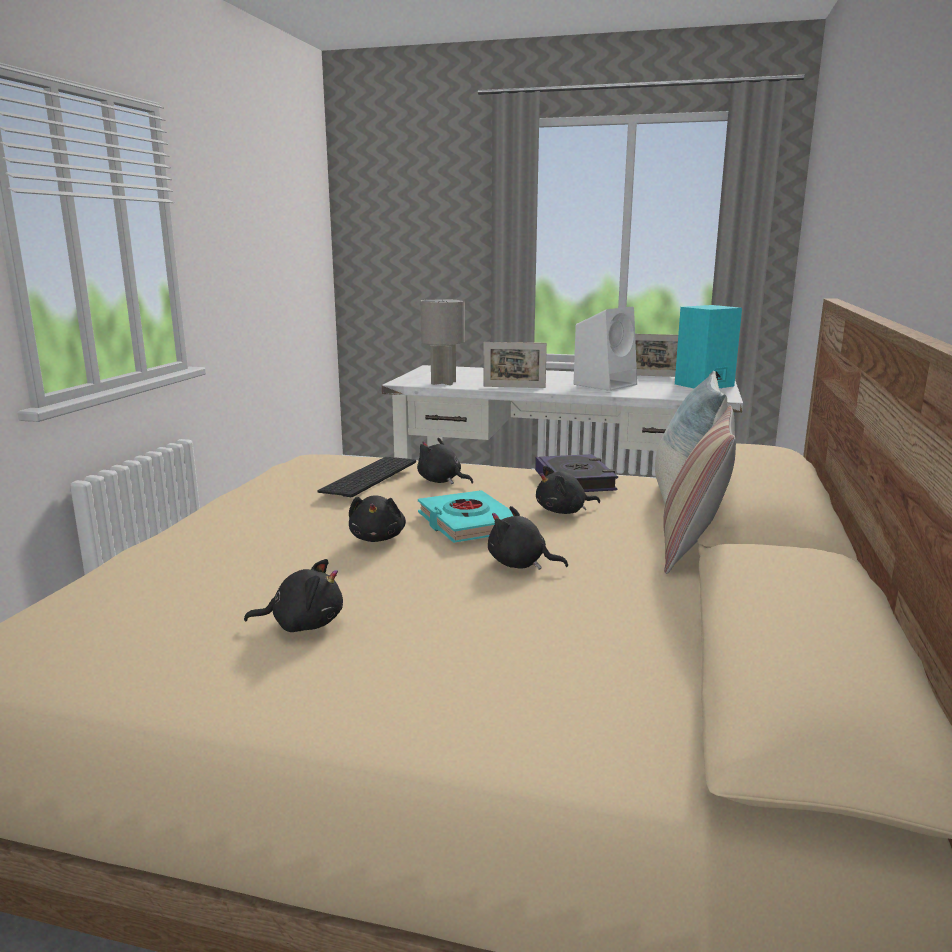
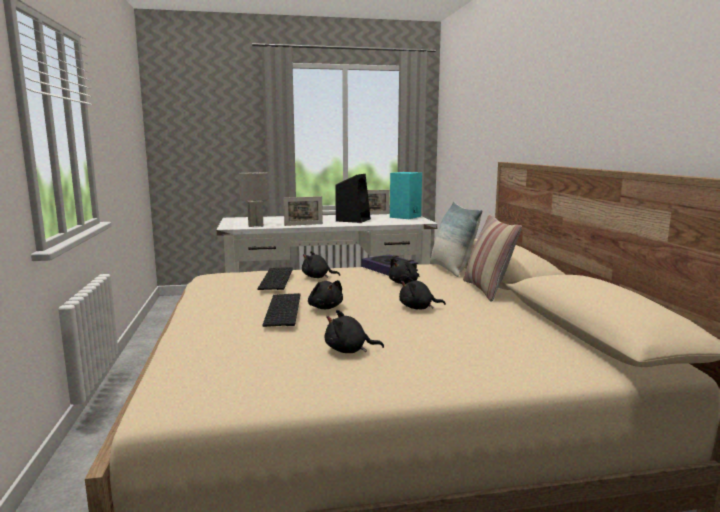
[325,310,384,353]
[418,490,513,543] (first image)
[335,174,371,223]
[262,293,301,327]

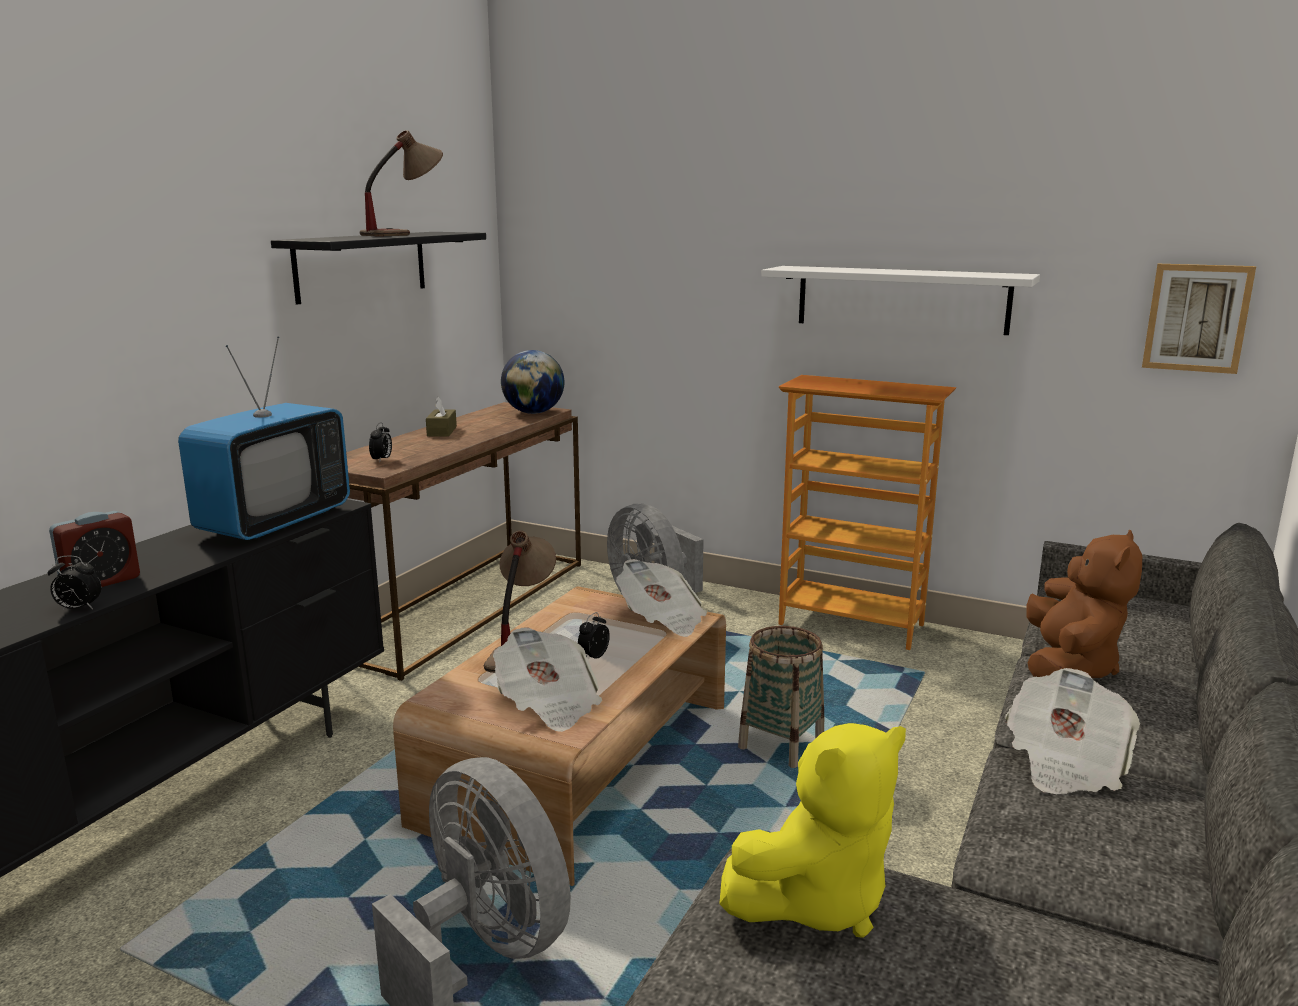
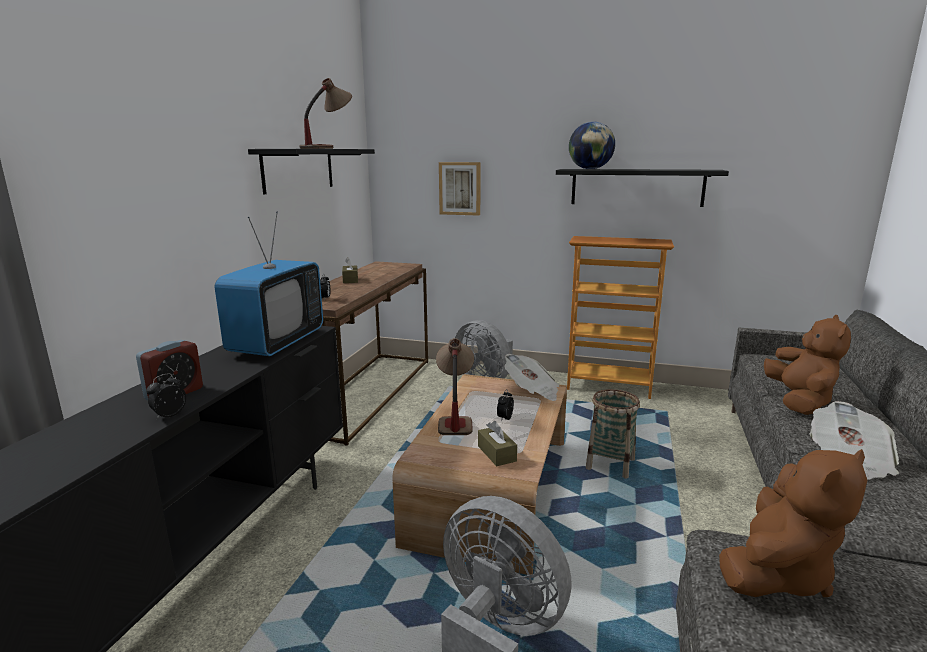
[146,373,186,419]
[478,421,517,466]
[569,122,615,169]
[719,449,867,597]
[556,169,729,207]
[439,162,481,216]

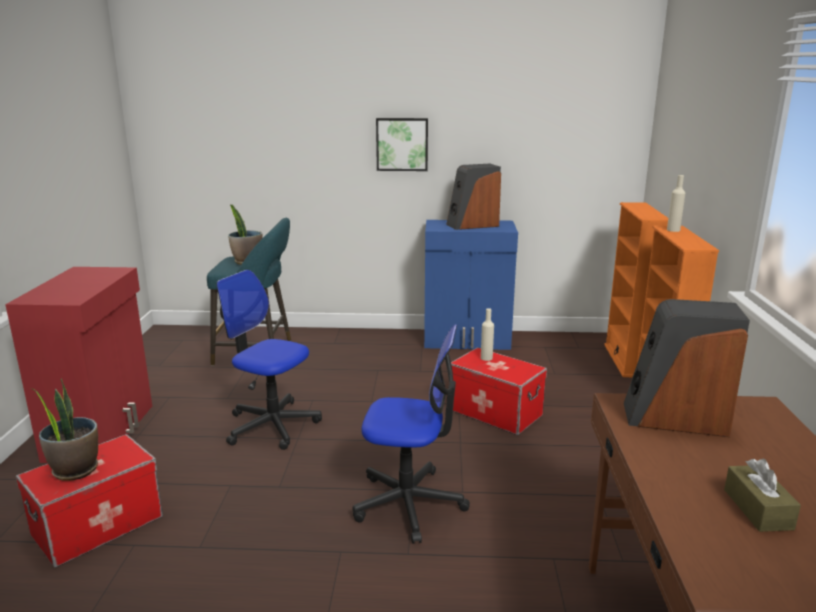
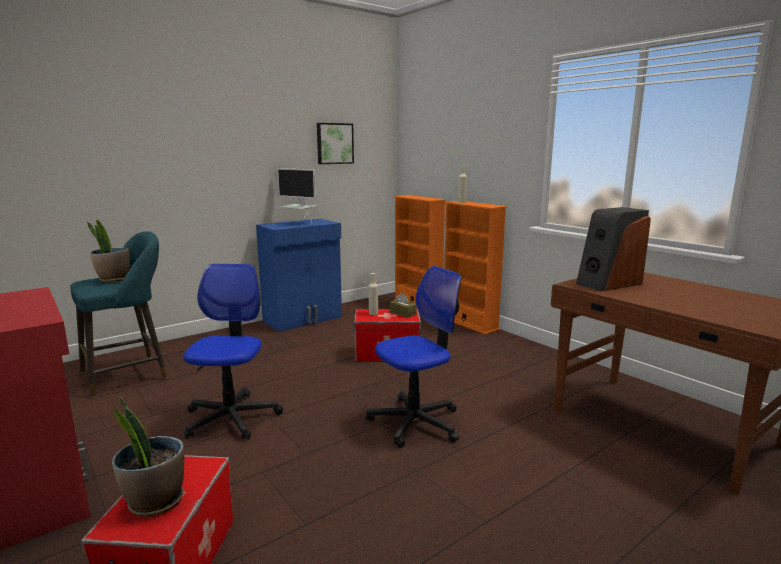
[183,264,283,439]
[317,123,354,164]
[277,168,317,223]
[390,293,417,318]

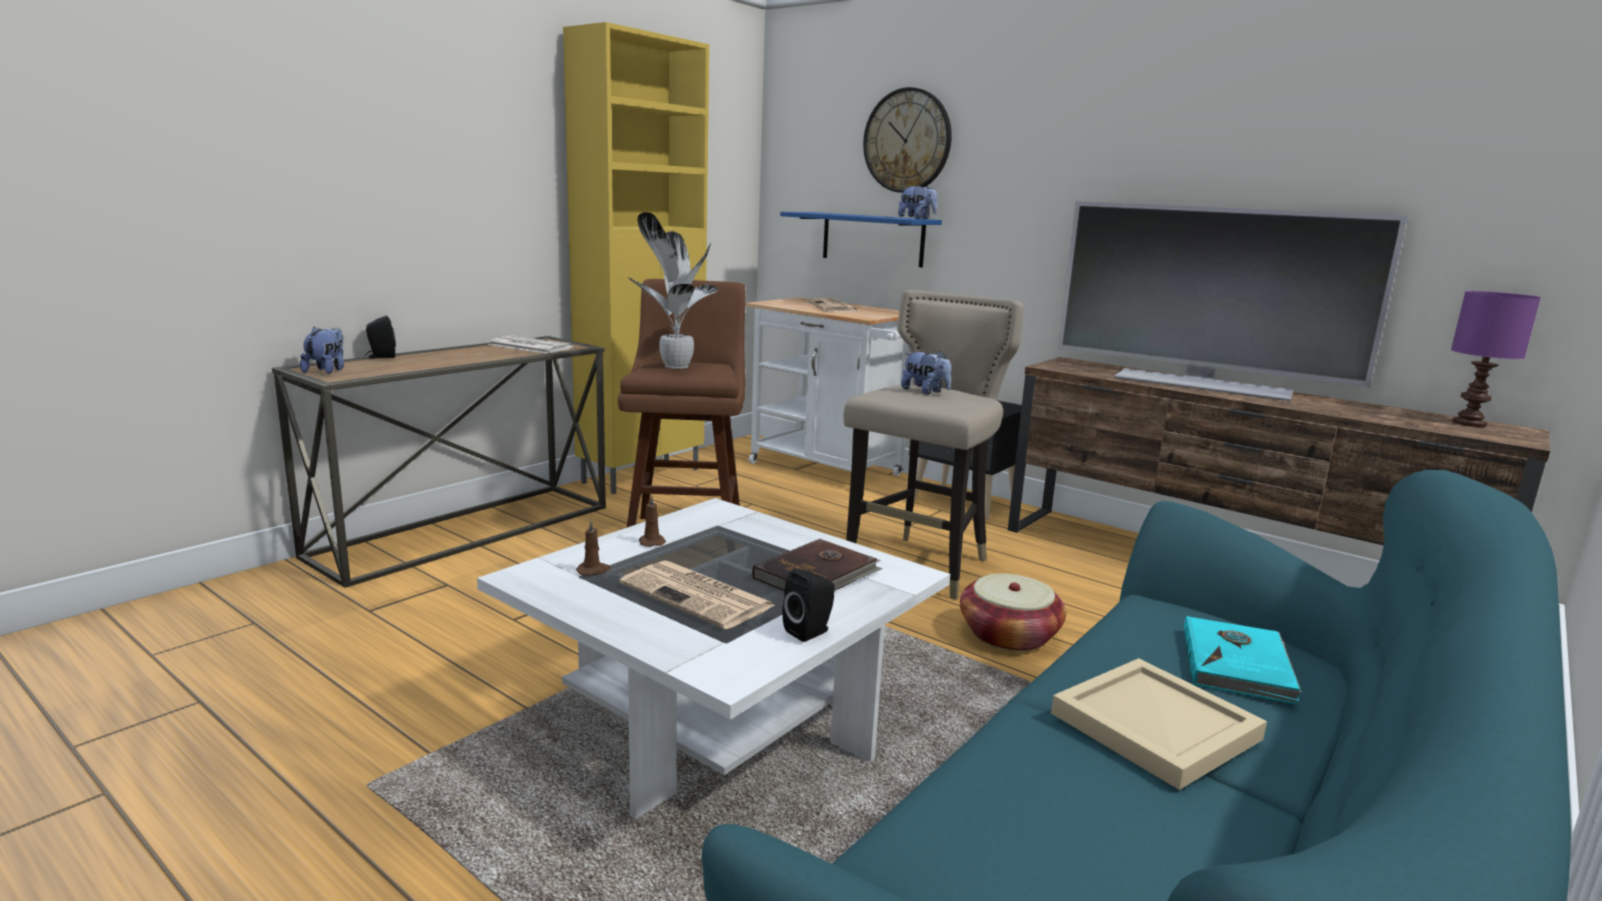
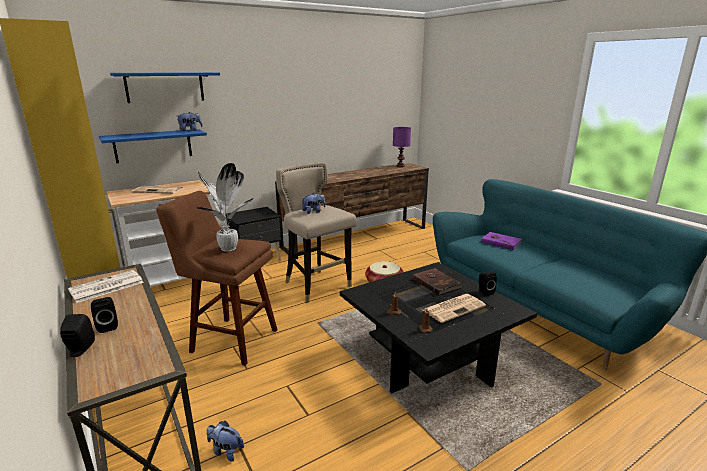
[206,421,244,462]
[340,262,537,393]
[110,72,220,103]
[1051,658,1267,790] (first image)
[1058,201,1408,401] (first image)
[481,232,522,250]
[91,297,118,333]

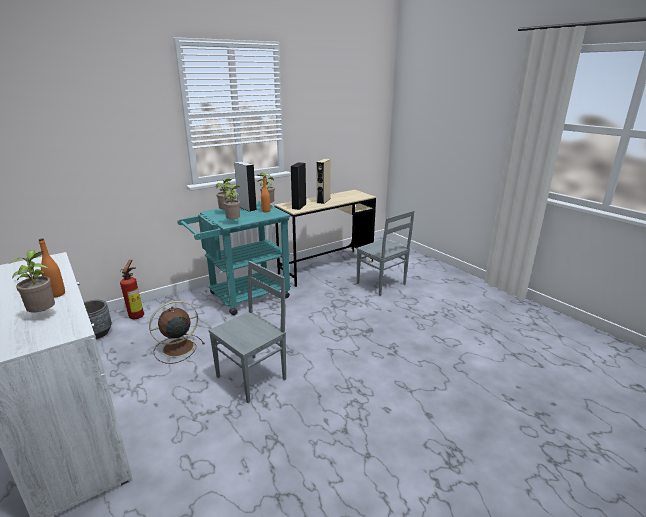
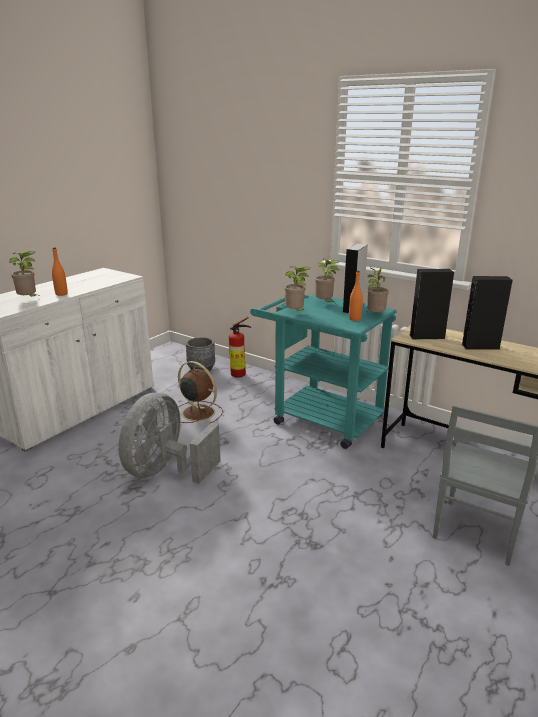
[119,393,221,484]
[462,276,513,350]

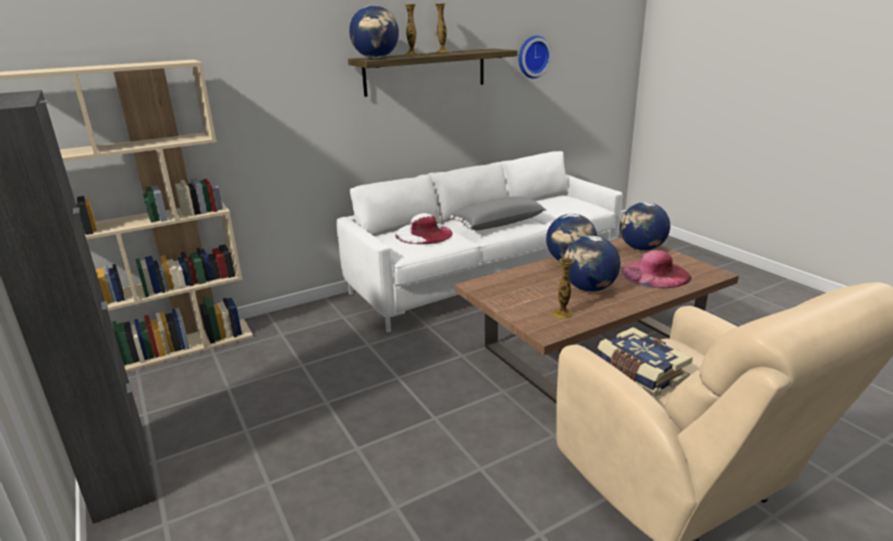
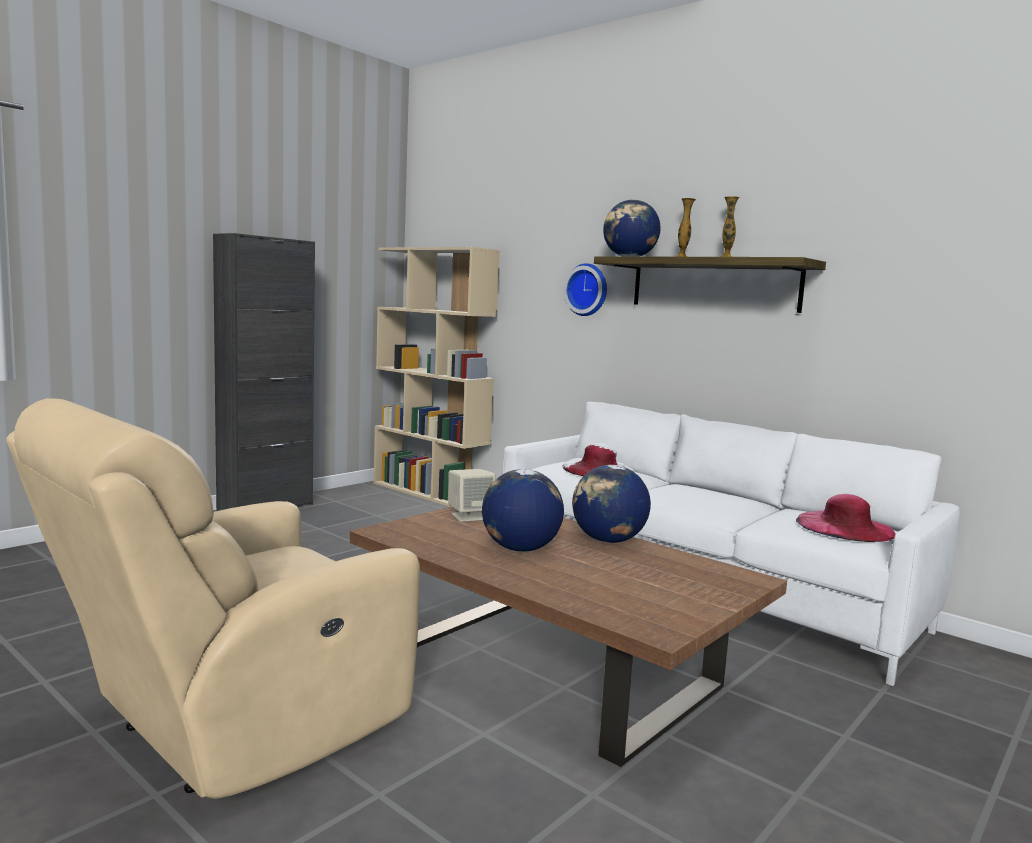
[450,196,547,231] (first image)
[564,263,607,316]
[552,258,574,319] (first image)
[597,327,693,397] (first image)
[620,202,670,250] (first image)
[796,494,895,542]
[448,469,496,522]

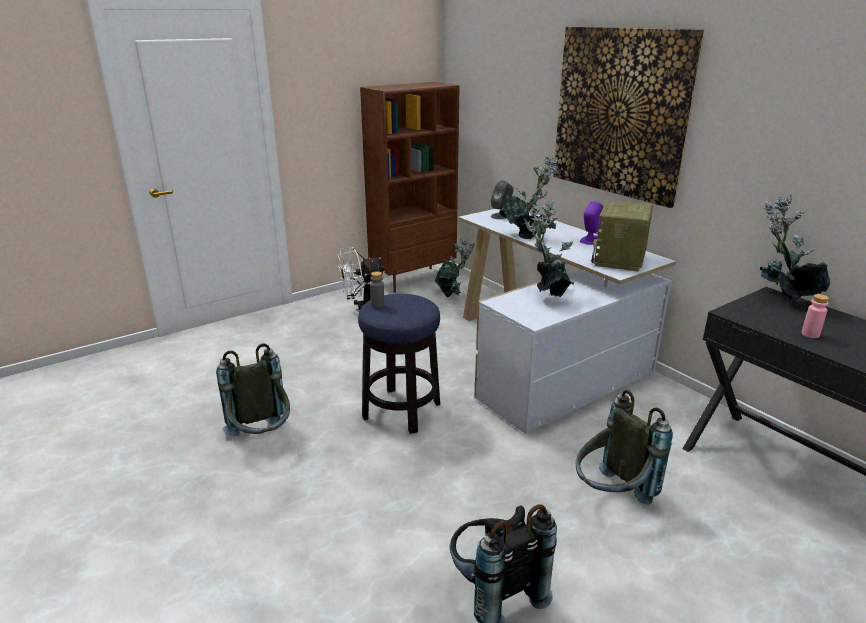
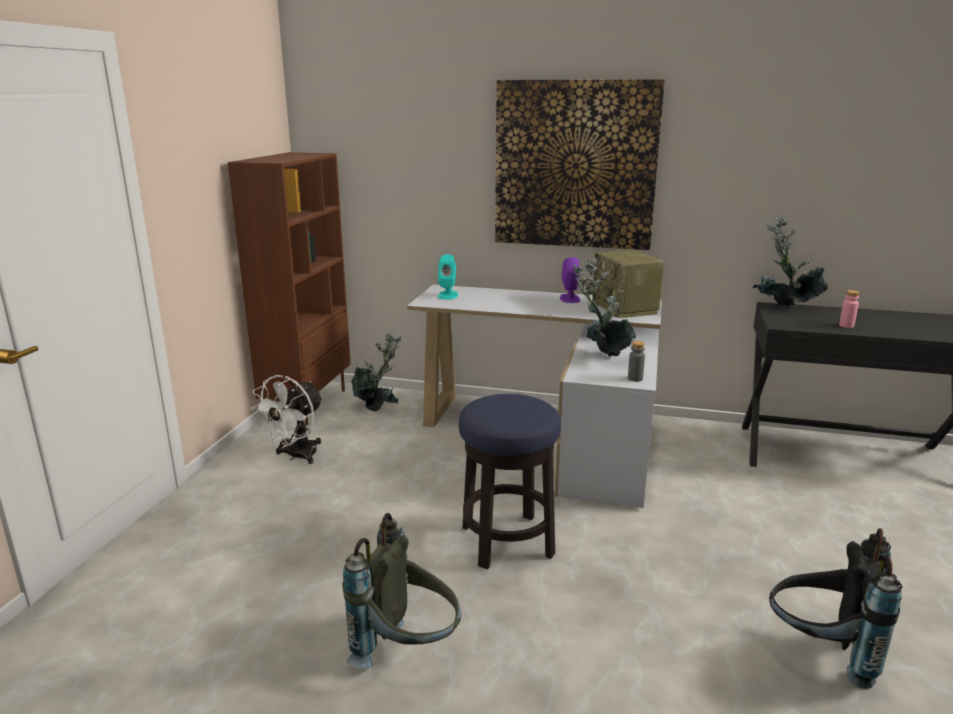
[628,341,645,382]
[438,254,458,300]
[500,157,559,239] (first image)
[576,390,673,505] (first image)

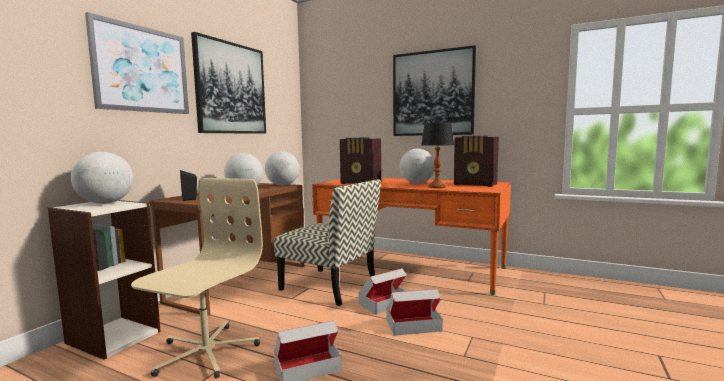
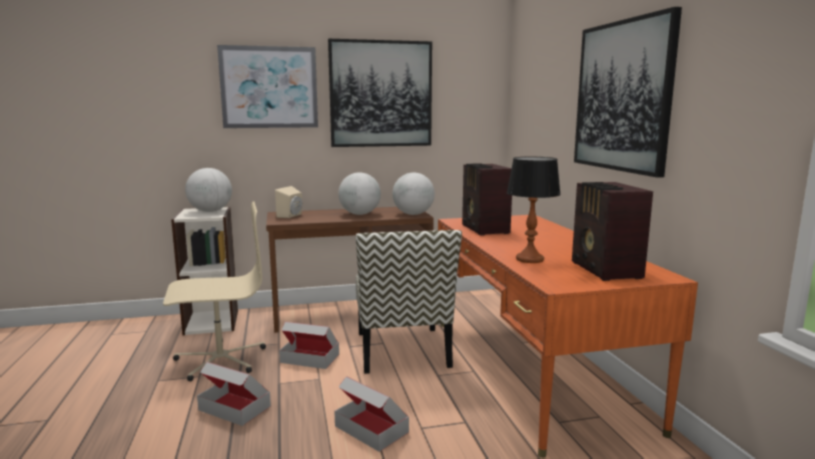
[275,186,302,218]
[279,321,339,369]
[400,149,435,184] (first image)

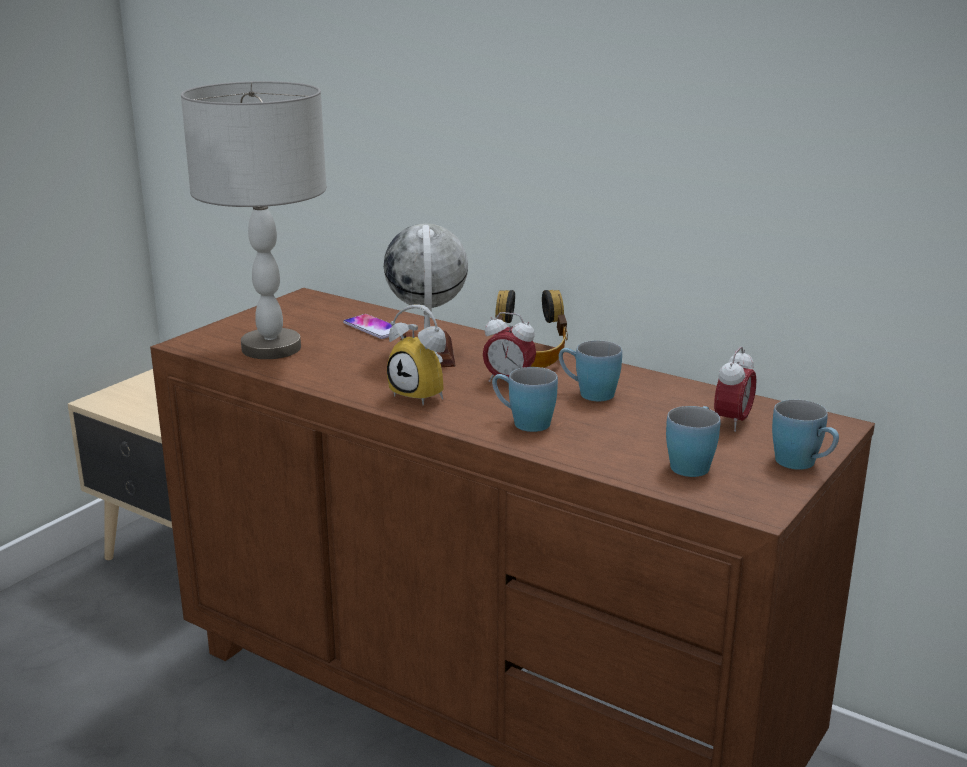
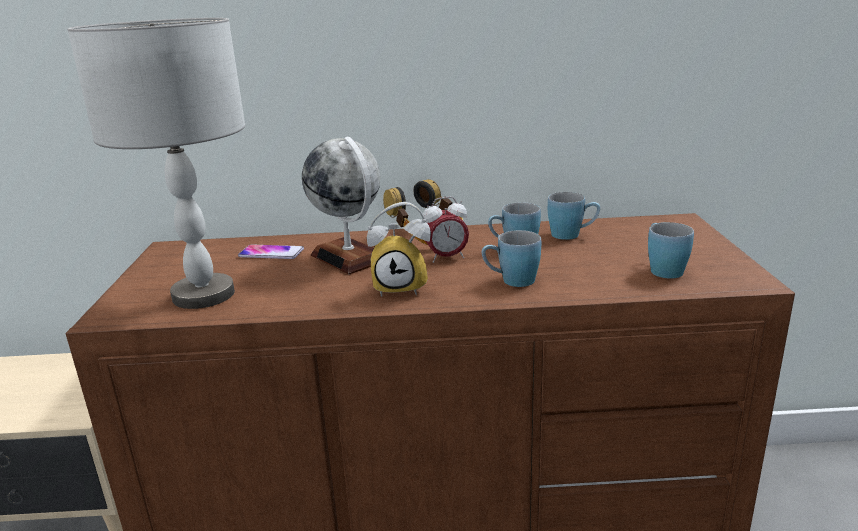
[714,347,757,432] (first image)
[548,192,600,240]

